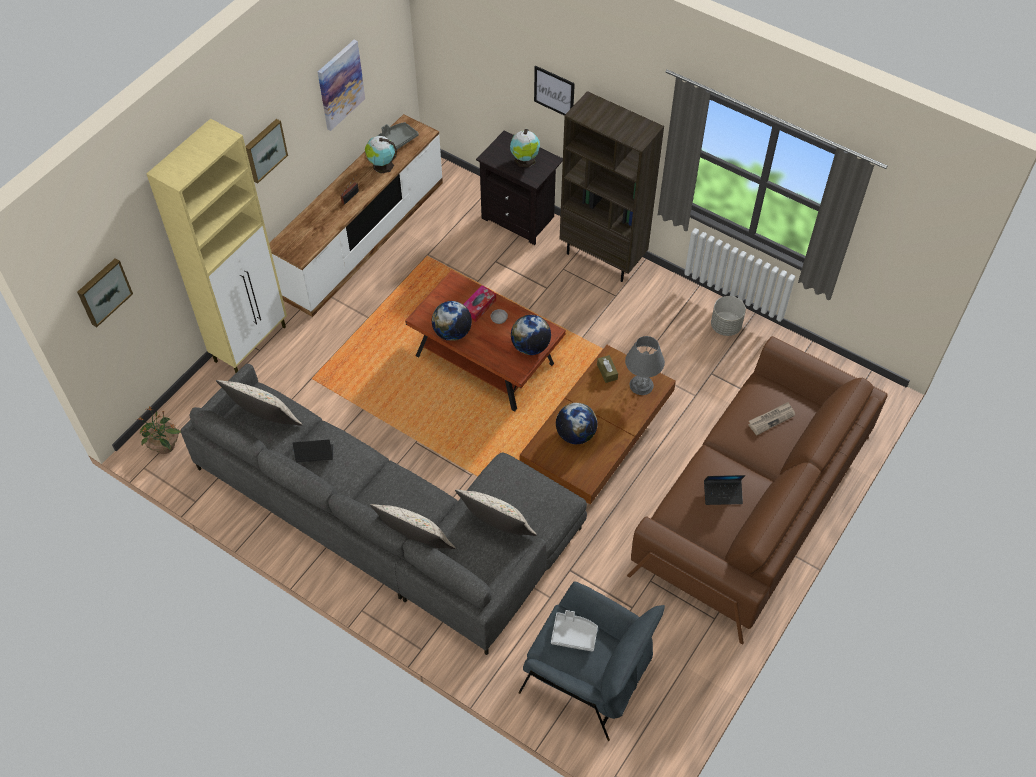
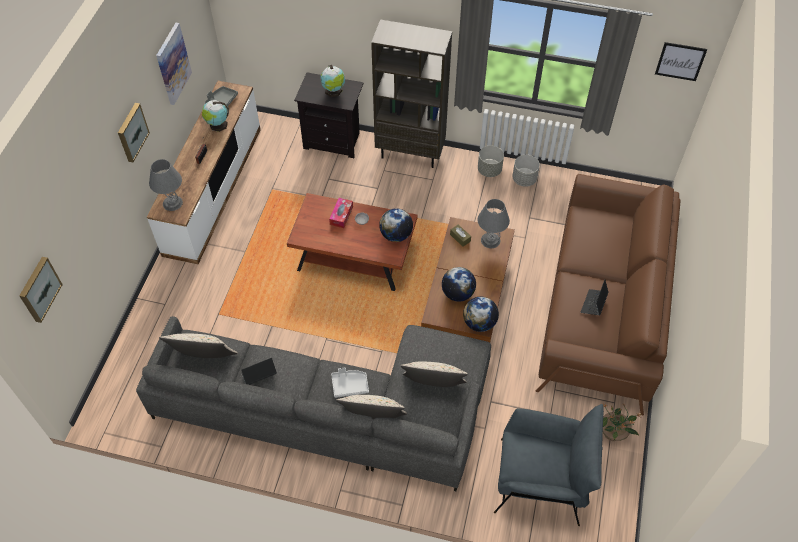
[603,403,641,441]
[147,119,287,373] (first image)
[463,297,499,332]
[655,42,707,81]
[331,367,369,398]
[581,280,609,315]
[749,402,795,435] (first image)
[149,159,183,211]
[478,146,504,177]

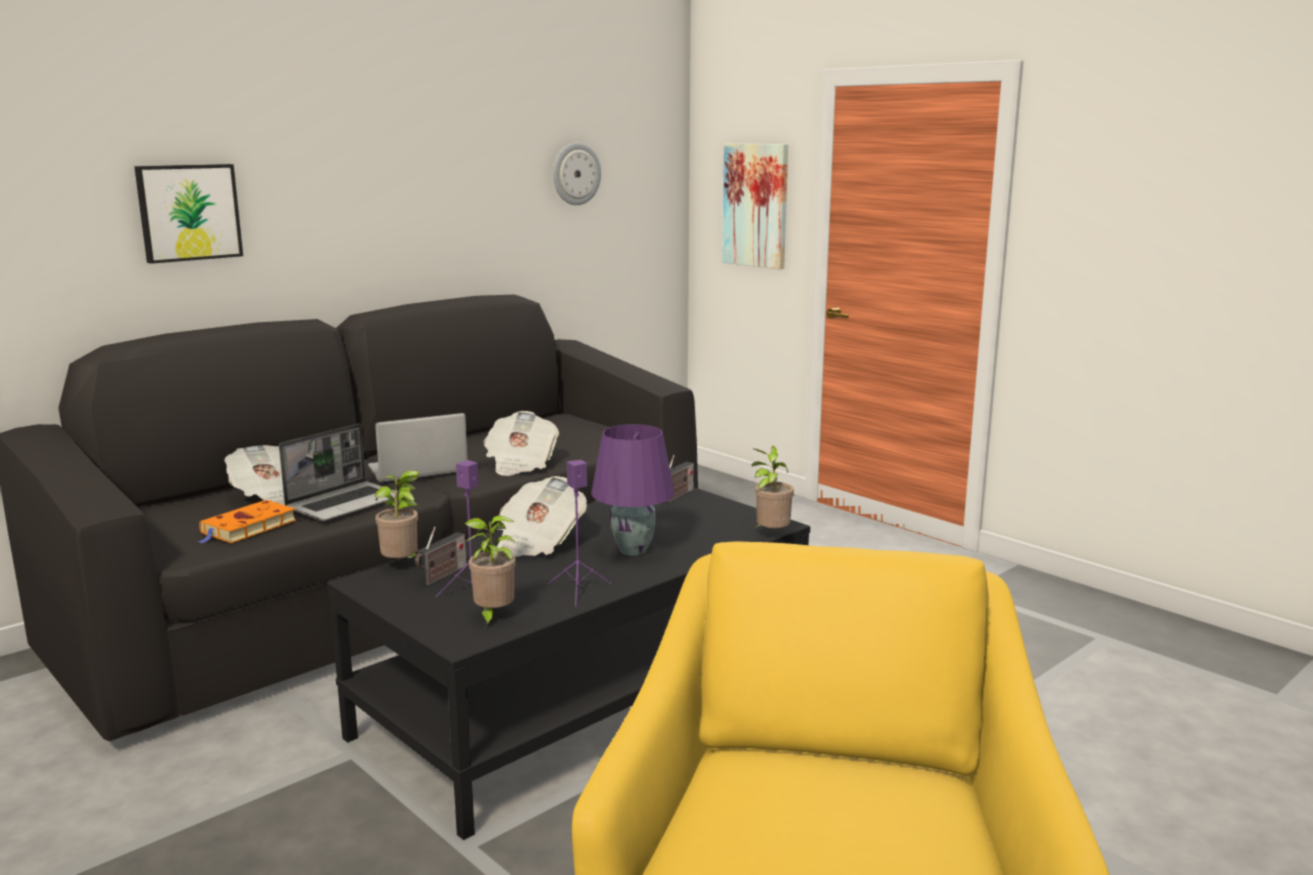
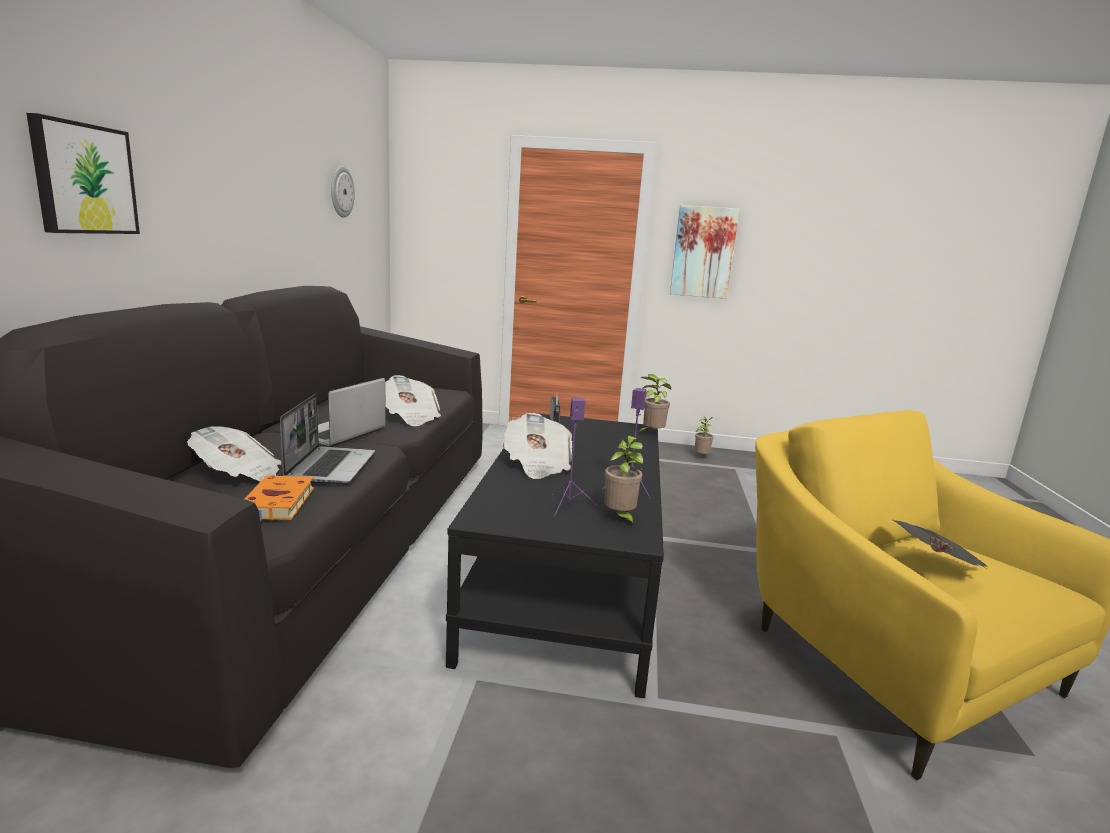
[695,416,714,454]
[415,527,467,586] (first image)
[591,424,675,556] (first image)
[670,205,739,299]
[891,519,987,568]

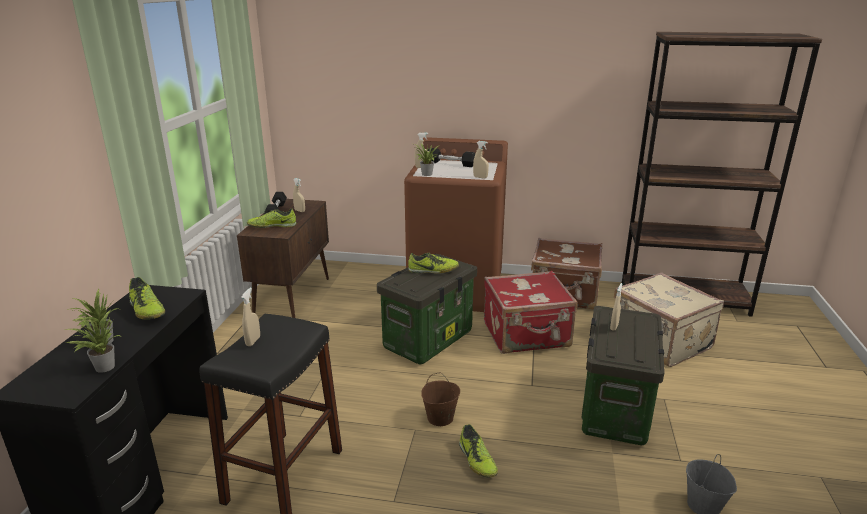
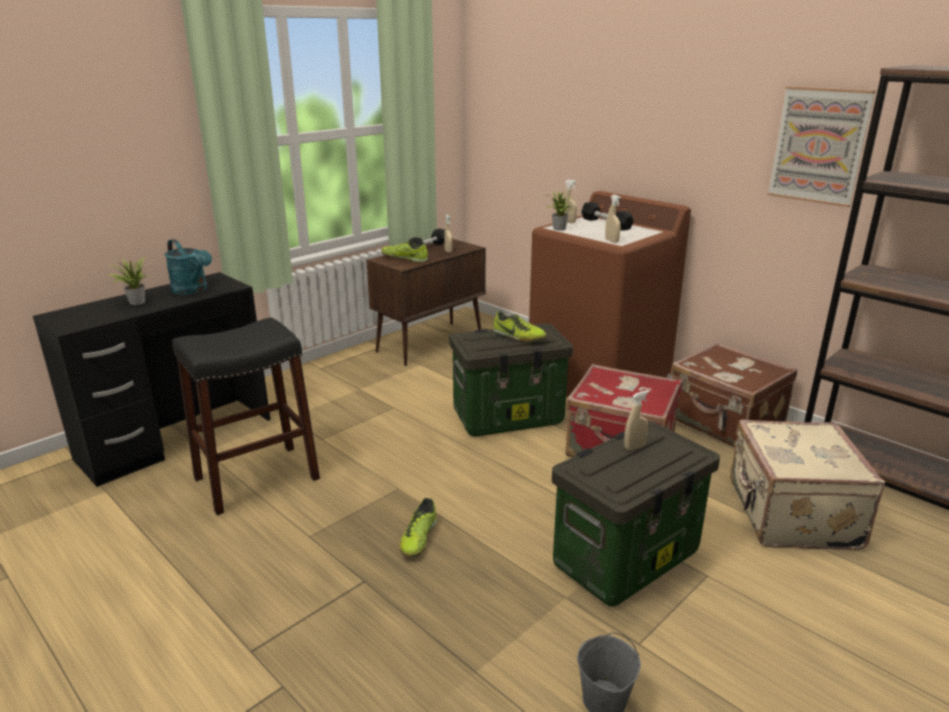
[65,310,120,373] (first image)
[165,239,212,295]
[241,287,260,346] (first image)
[421,373,460,426] (first image)
[767,86,875,207]

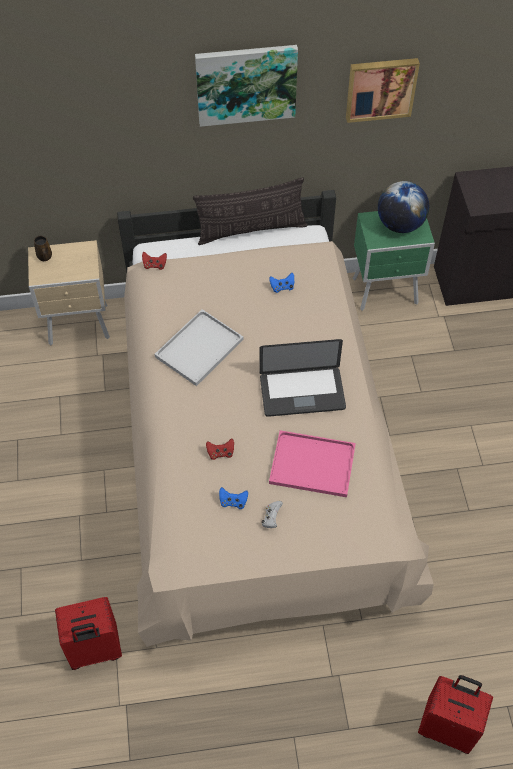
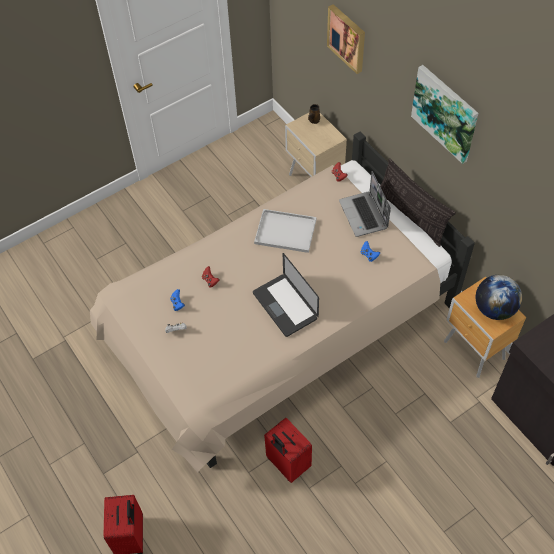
[264,418,312,483]
[269,430,356,497] (first image)
[327,4,365,74]
[444,277,526,378]
[339,171,391,237]

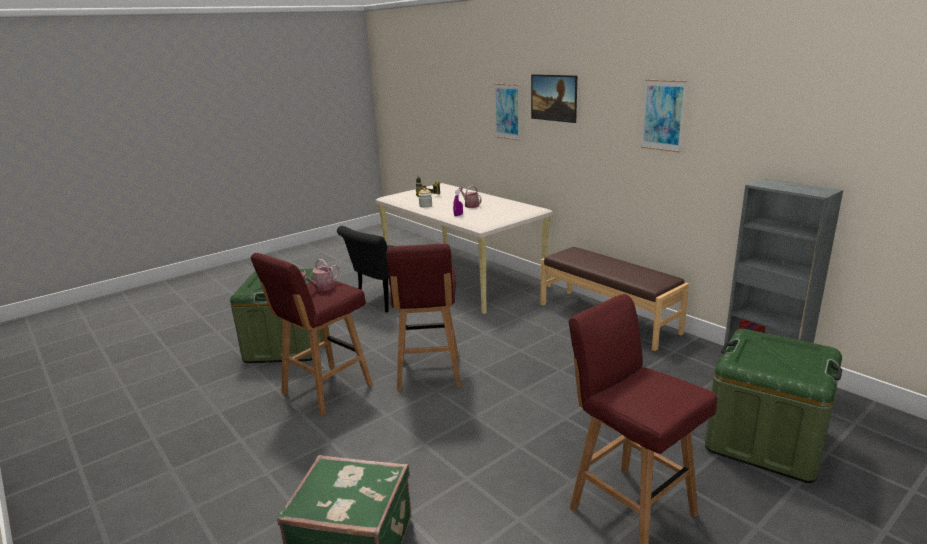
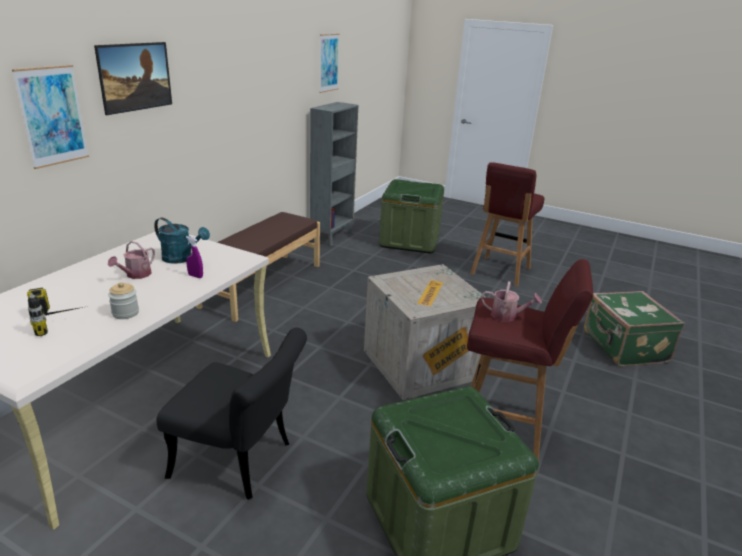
[364,264,487,400]
[319,34,340,93]
[154,218,210,264]

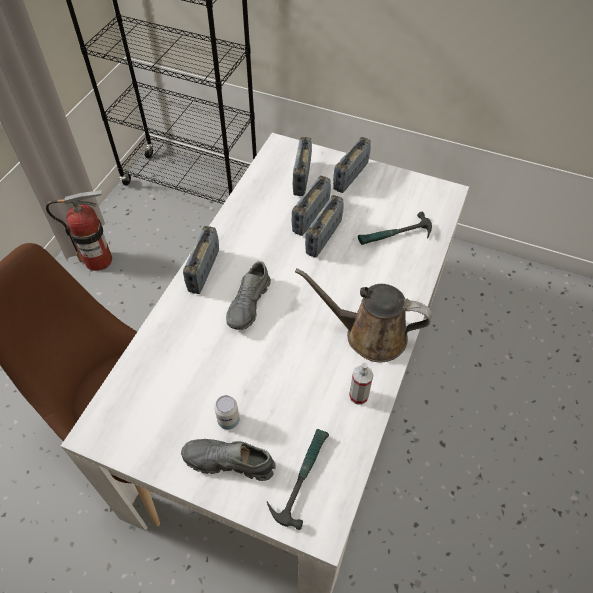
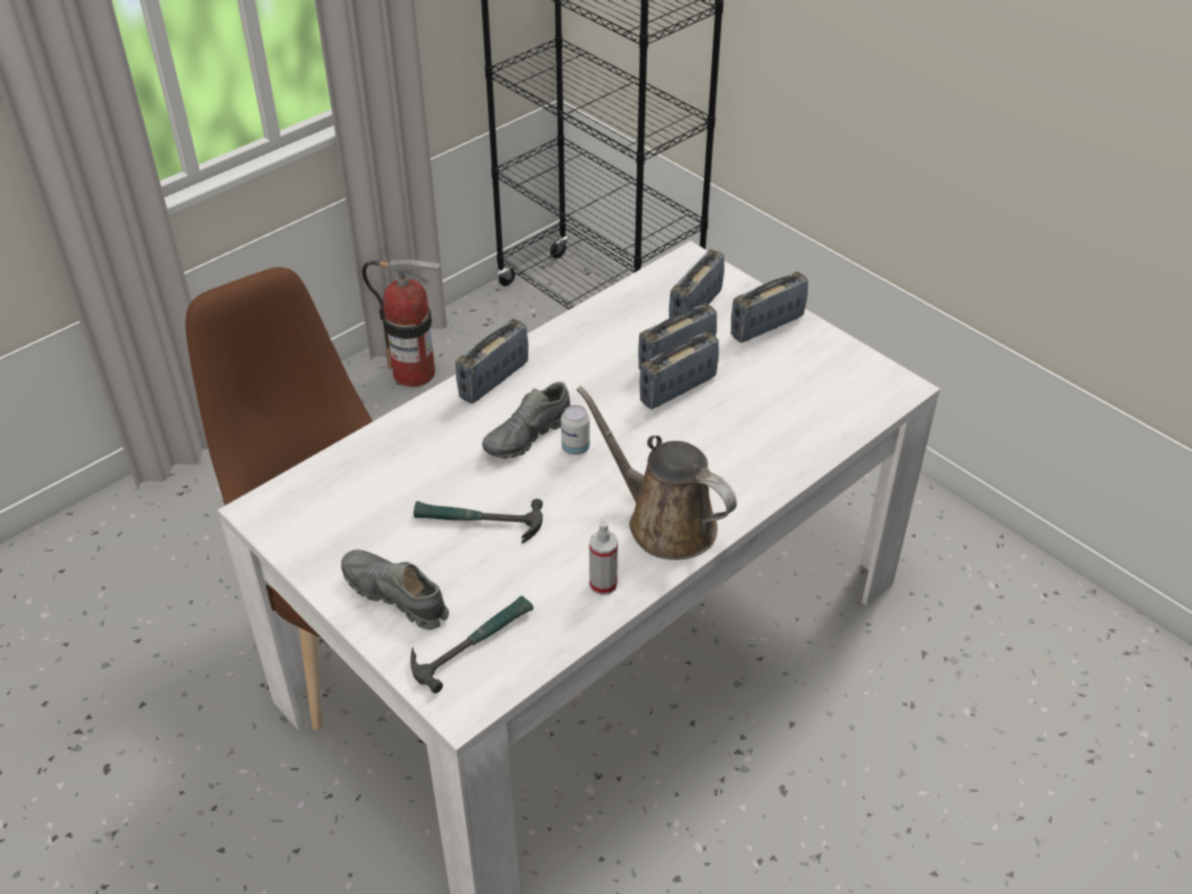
[561,405,590,455]
[413,499,543,544]

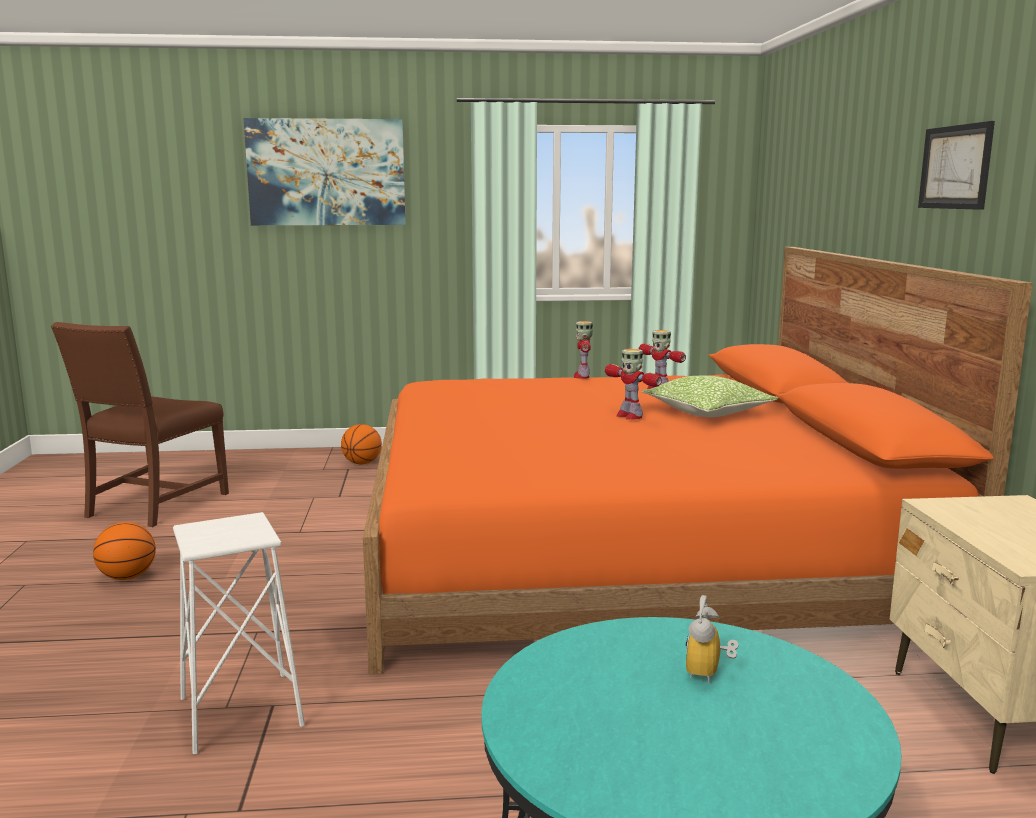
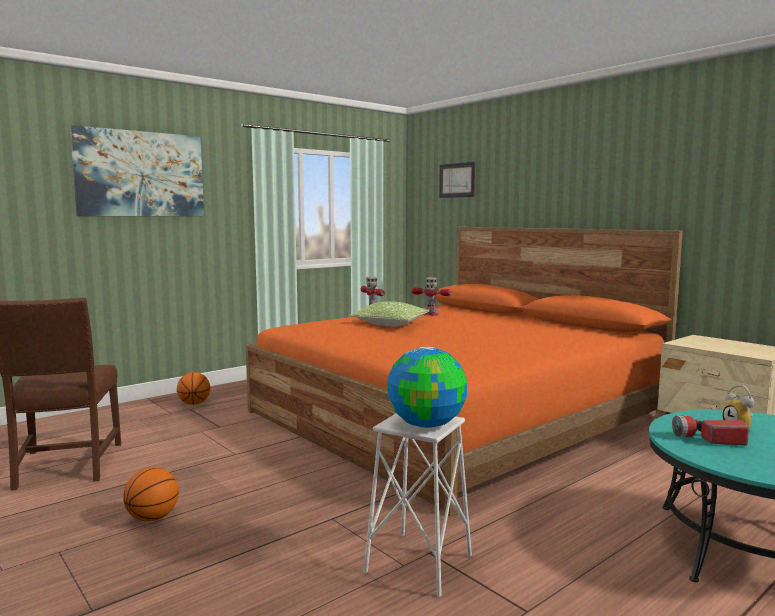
[605,349,662,420] (first image)
[349,301,430,327]
[439,162,475,198]
[387,347,467,428]
[672,415,749,446]

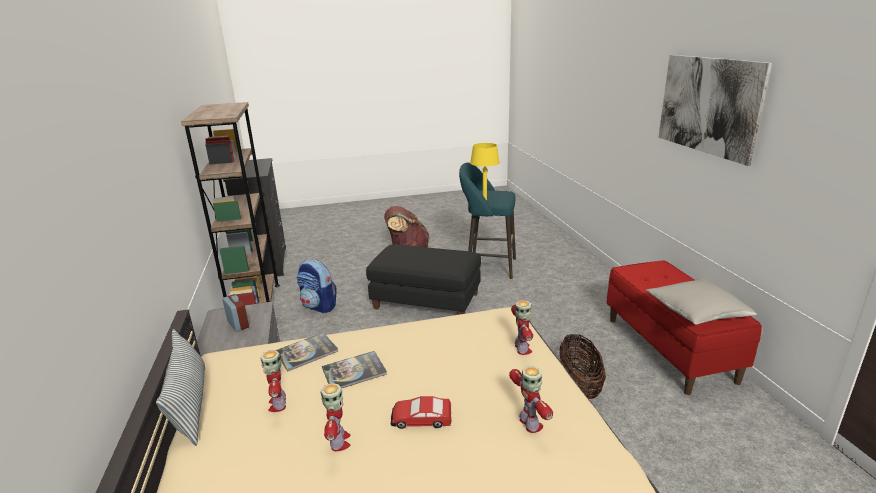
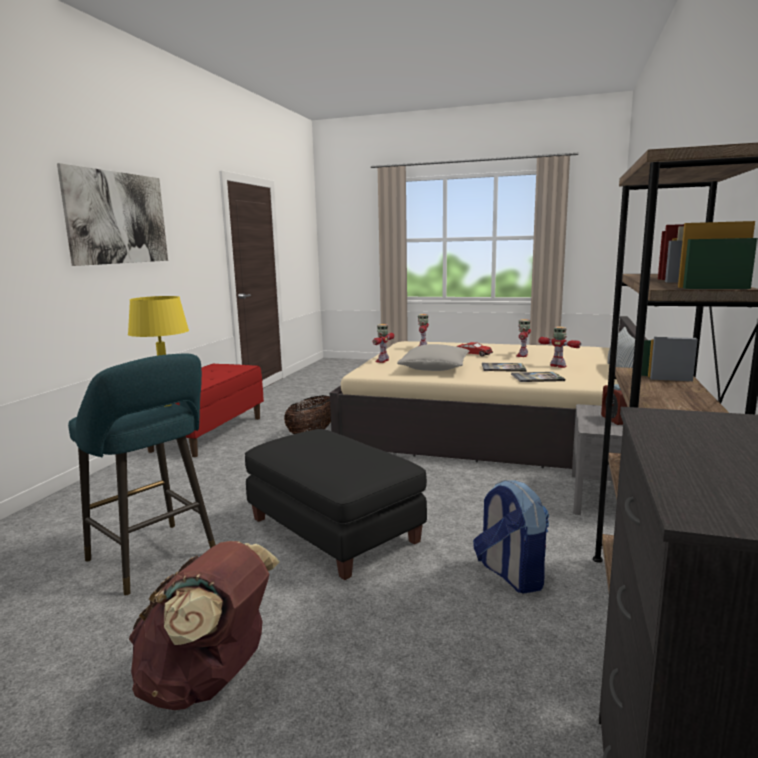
[538,326,581,368]
[397,344,470,371]

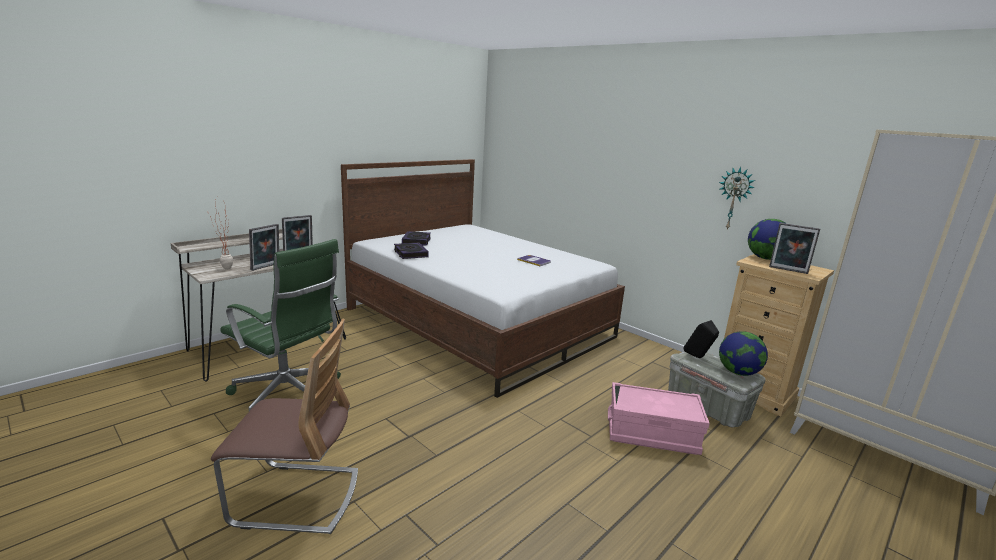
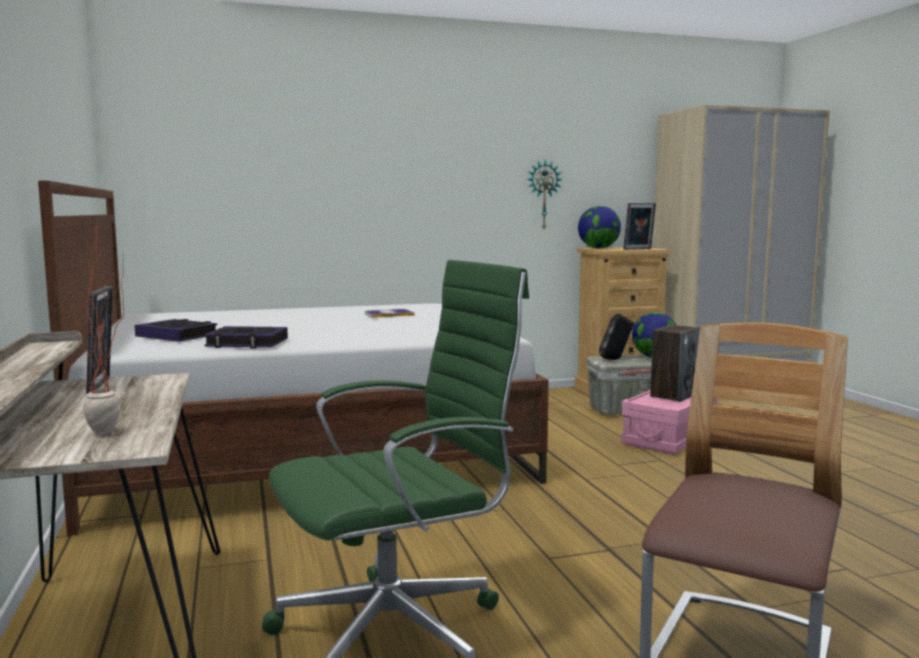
[249,224,279,271] (first image)
[650,325,700,402]

